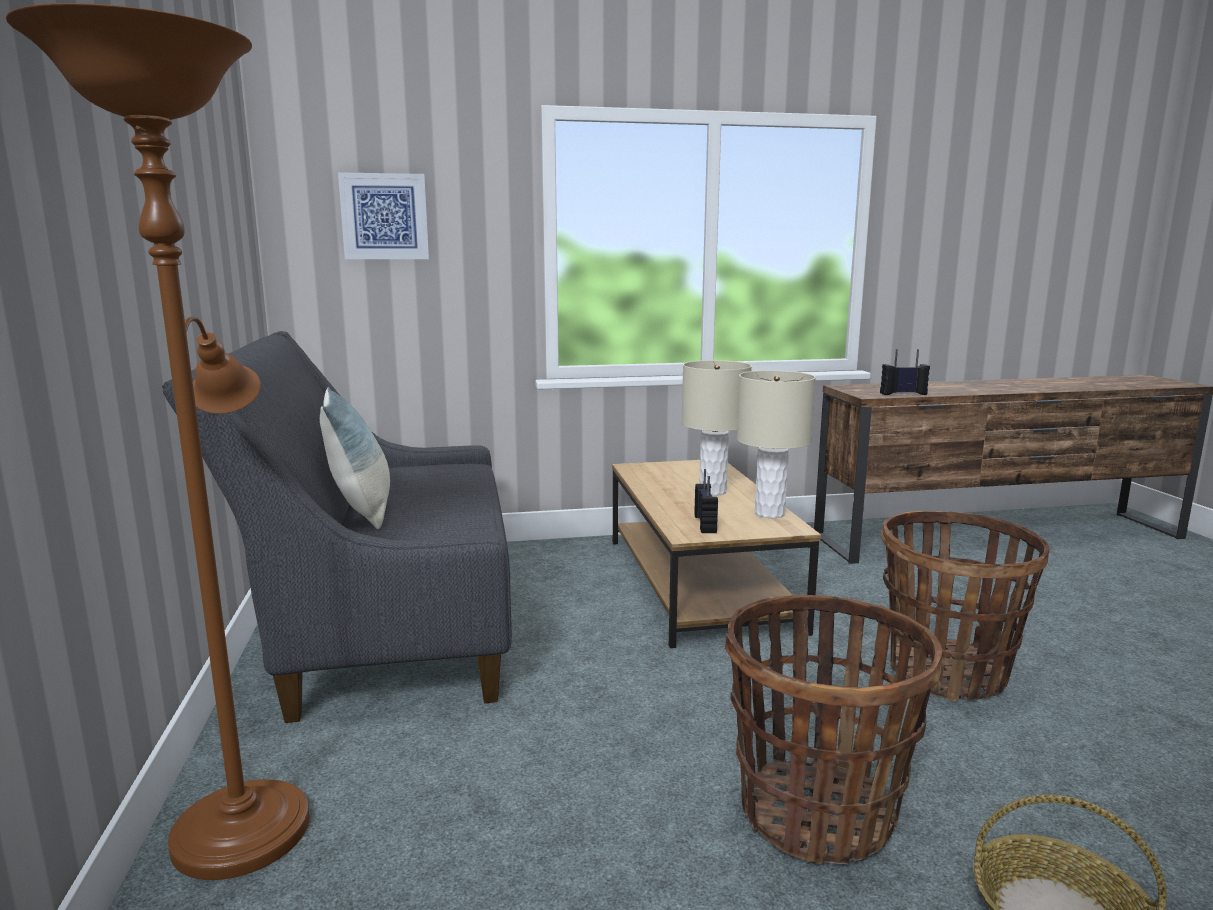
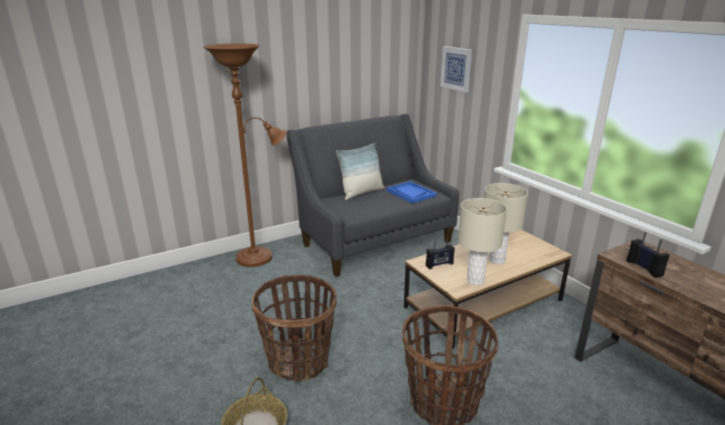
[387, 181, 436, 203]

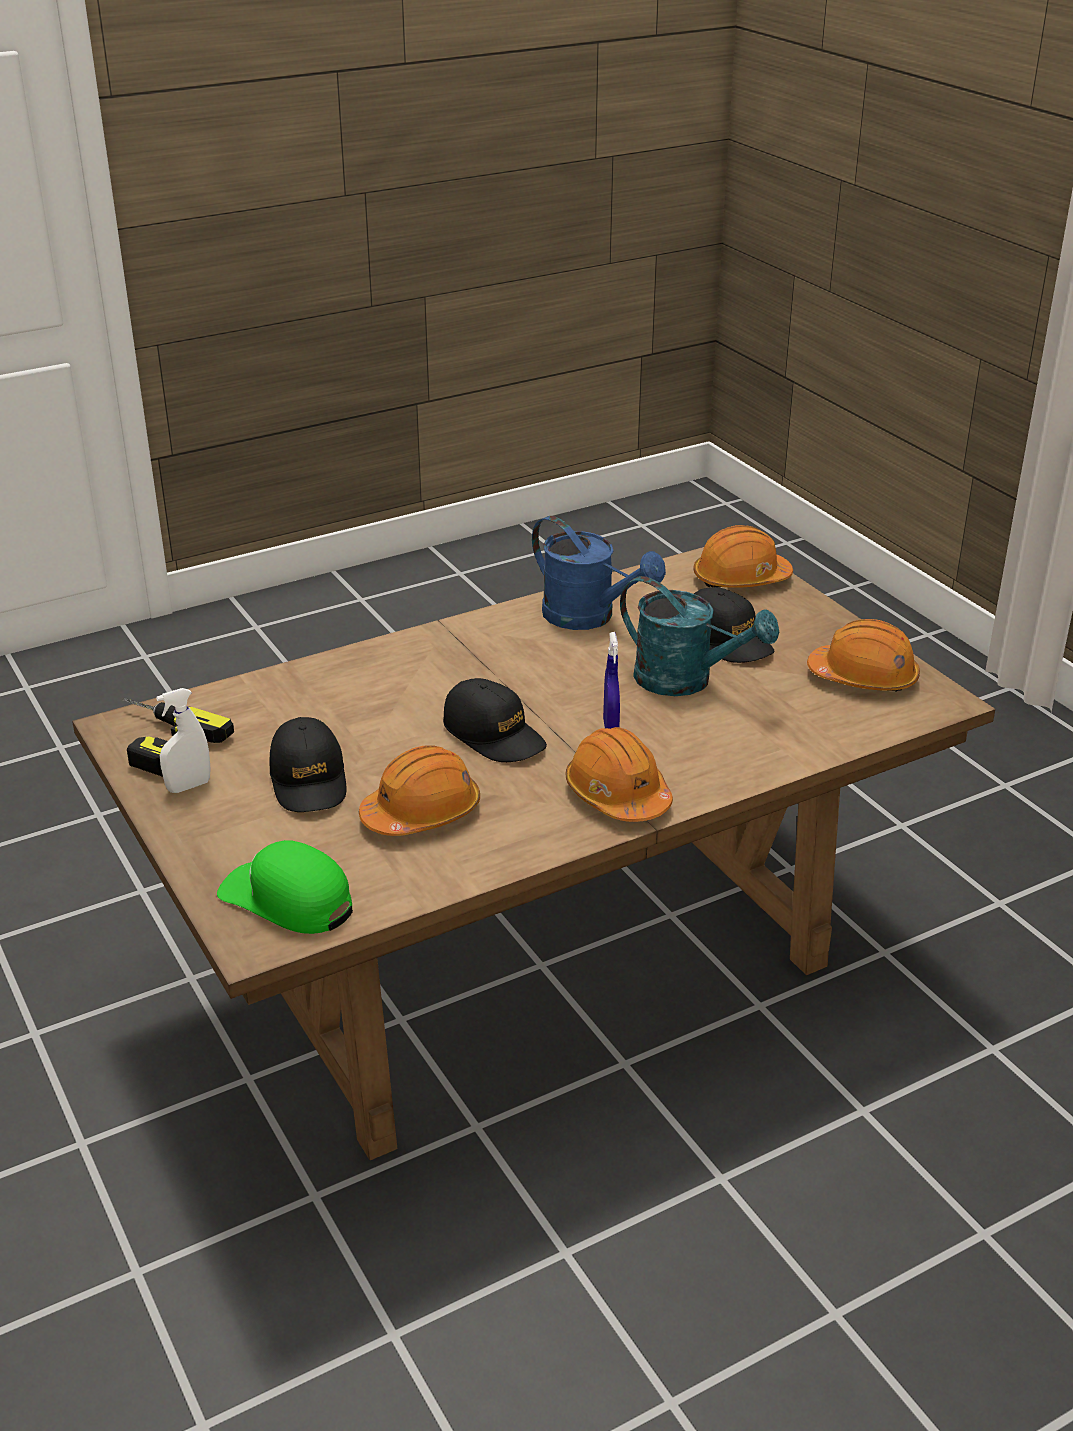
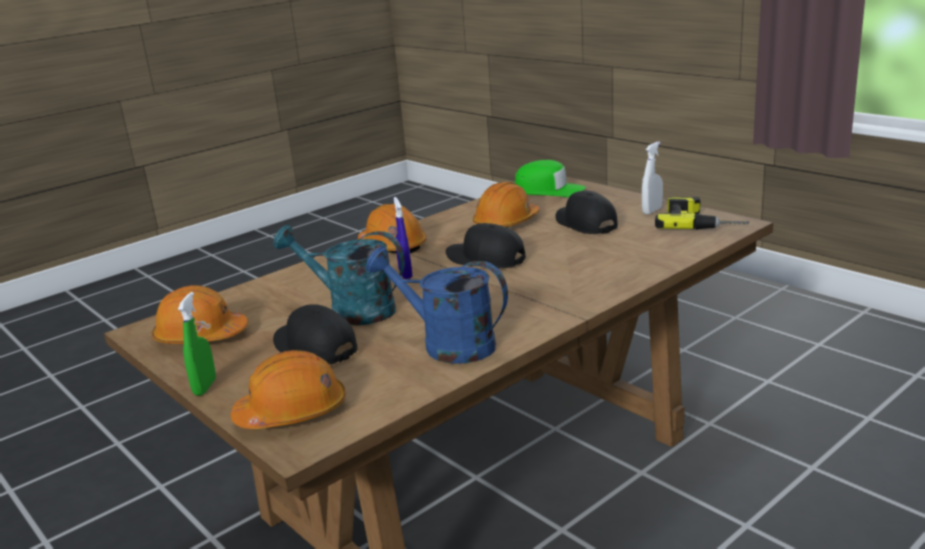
[178, 292, 216, 396]

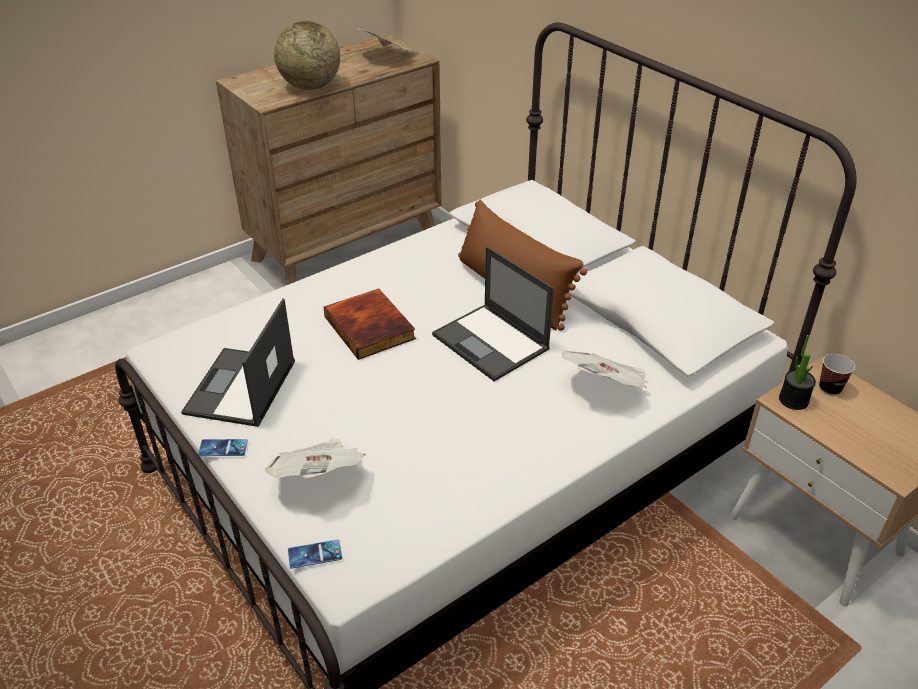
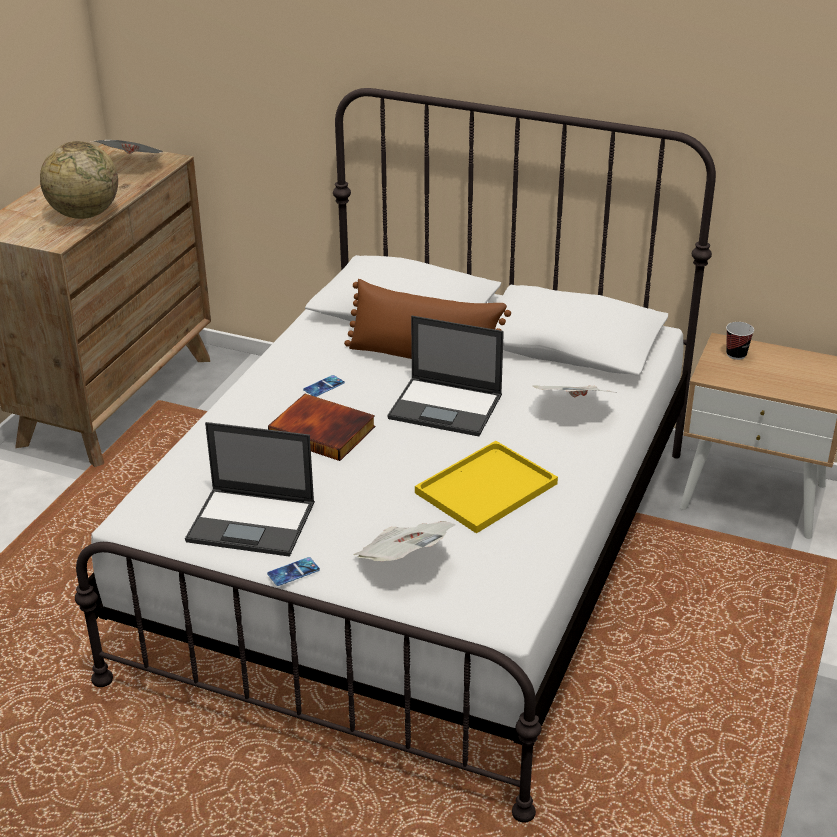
[185, 422, 315, 557]
[303, 375, 345, 397]
[415, 441, 558, 534]
[779, 335, 816, 410] (first image)

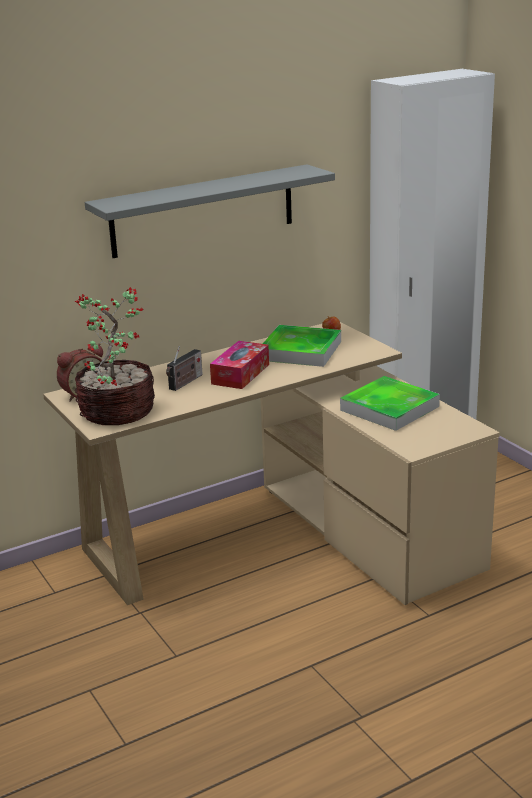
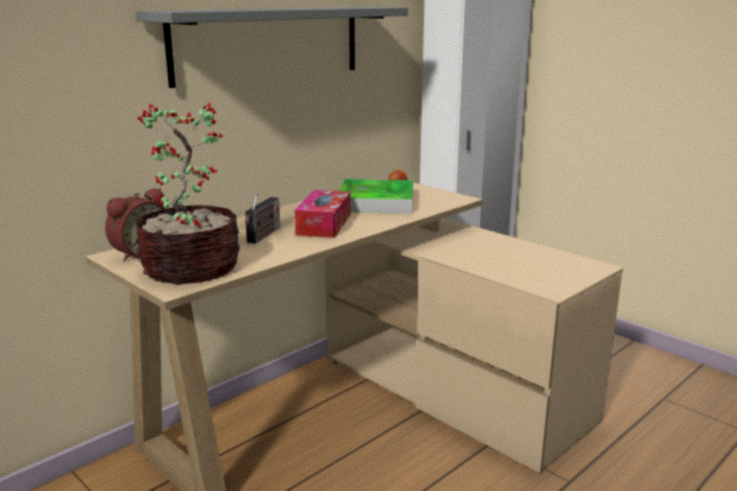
[340, 376, 440, 431] (first image)

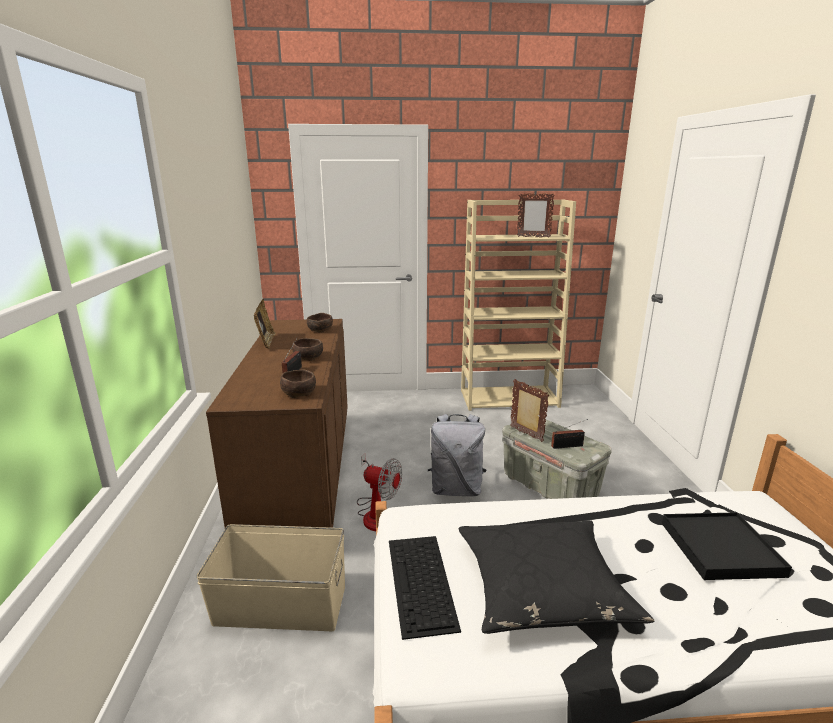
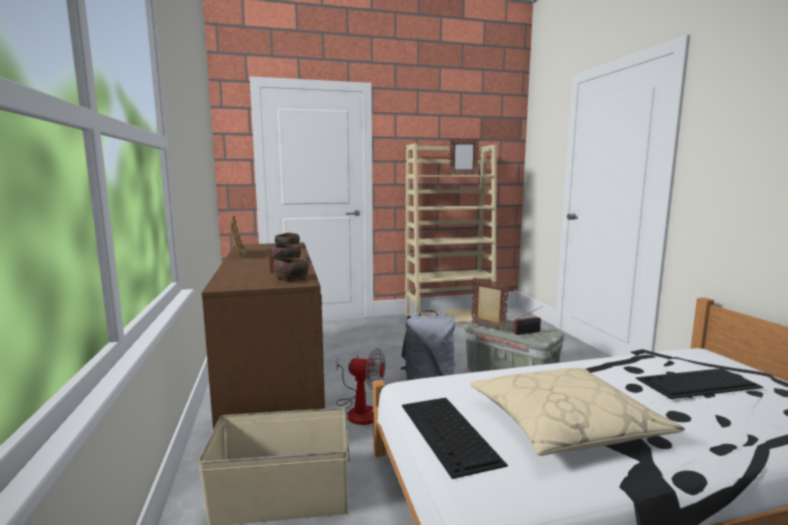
[470, 368, 685, 456]
[636, 368, 763, 399]

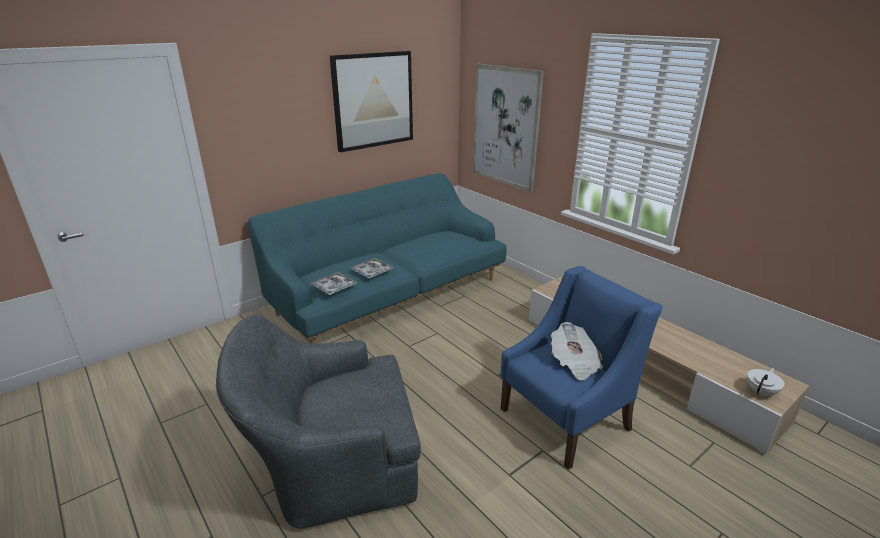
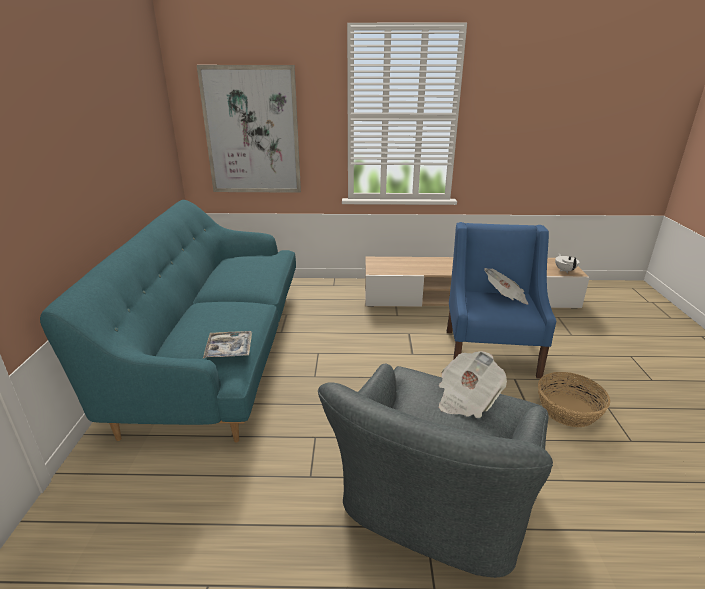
[439, 351, 507, 418]
[538, 372, 610, 427]
[330, 51, 413, 153] (first image)
[349, 258, 394, 279] (first image)

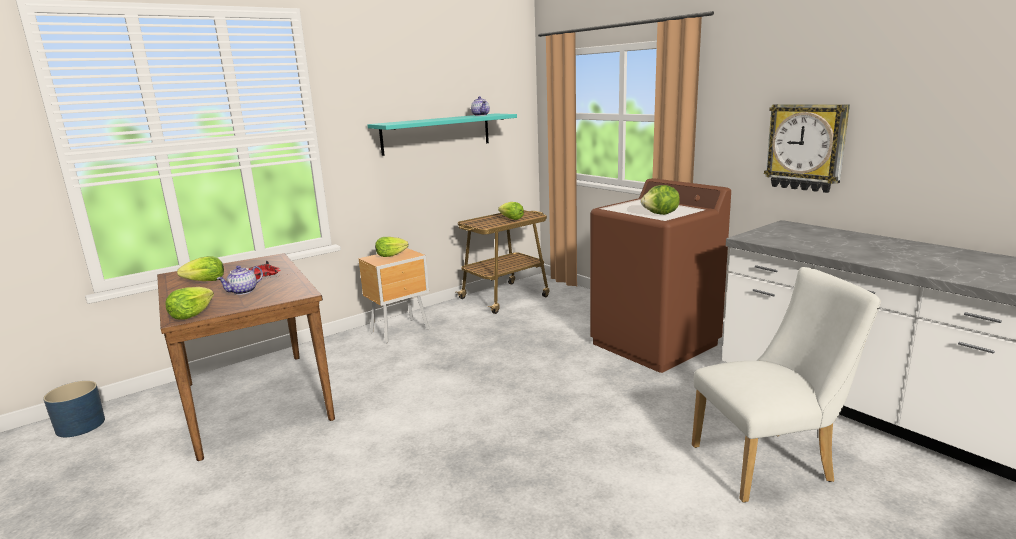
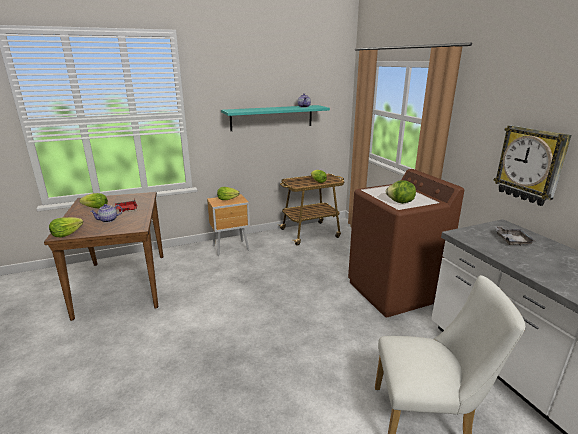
[494, 226, 536, 246]
[43, 381, 105, 437] (first image)

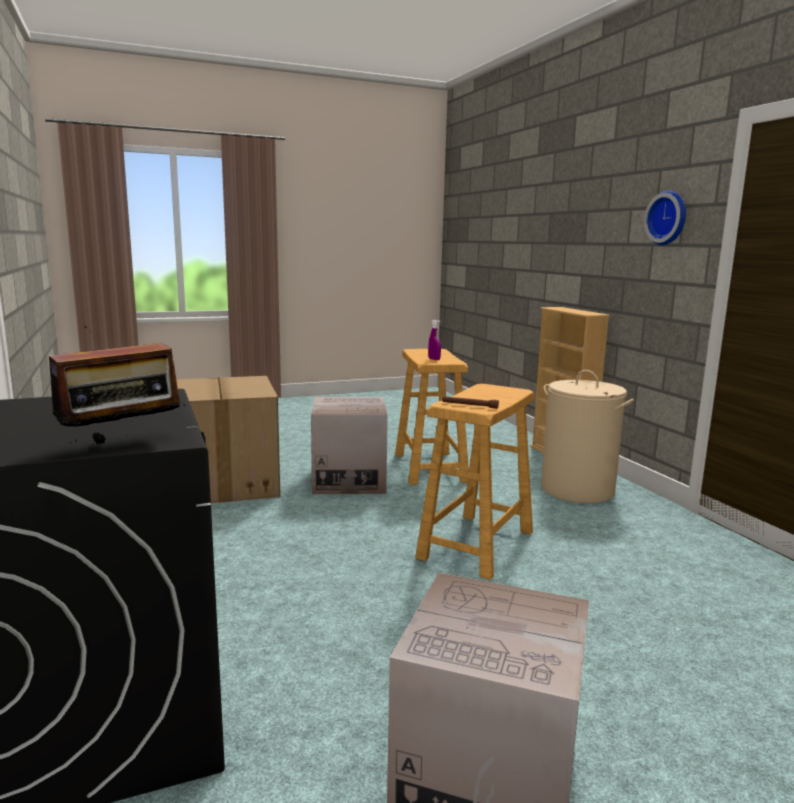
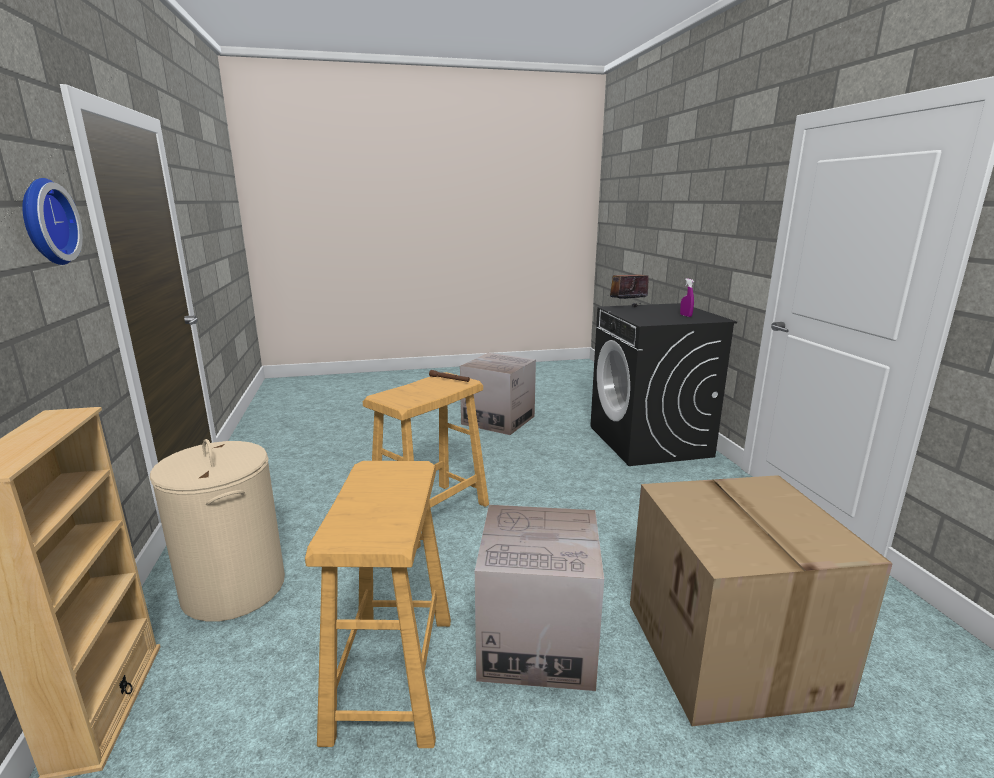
[680, 278, 694, 317]

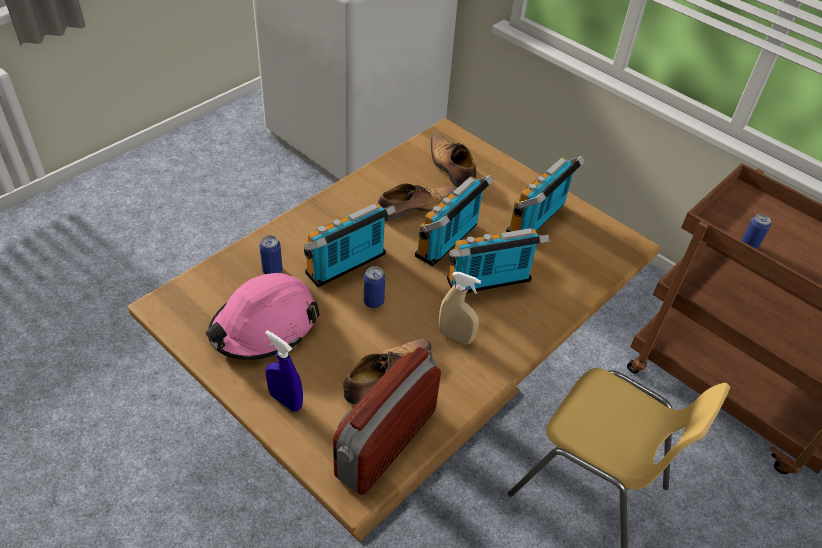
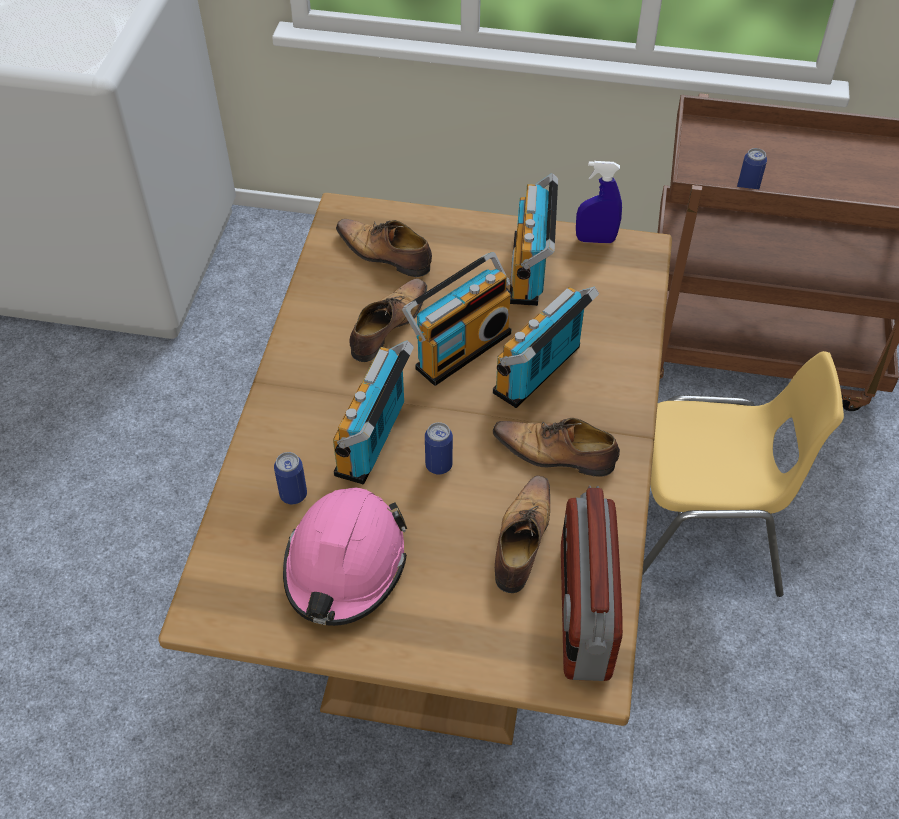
[402, 252, 512, 386]
[493, 418, 620, 477]
[576, 161, 622, 243]

